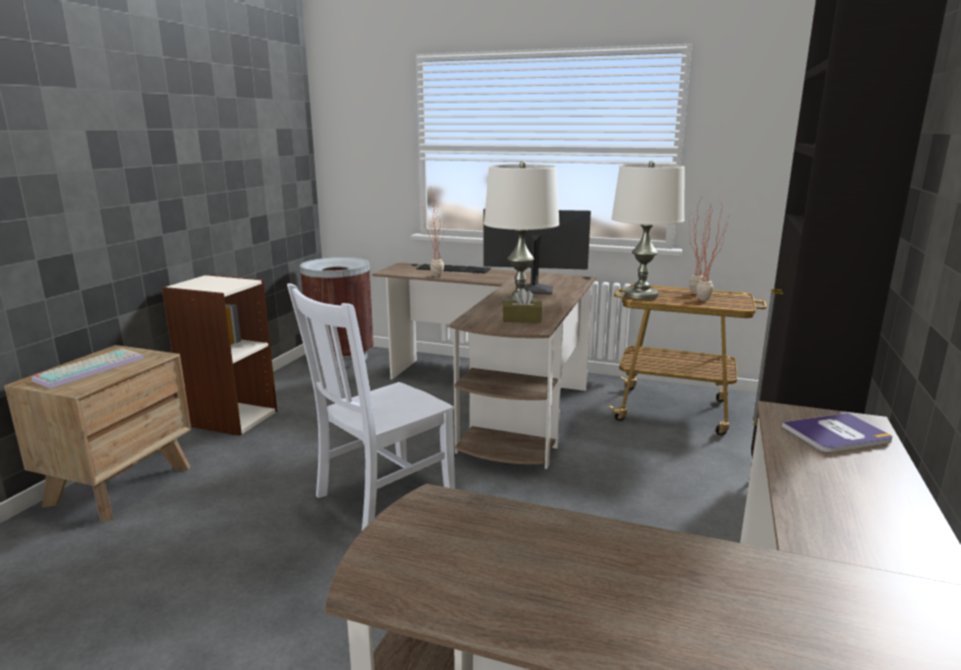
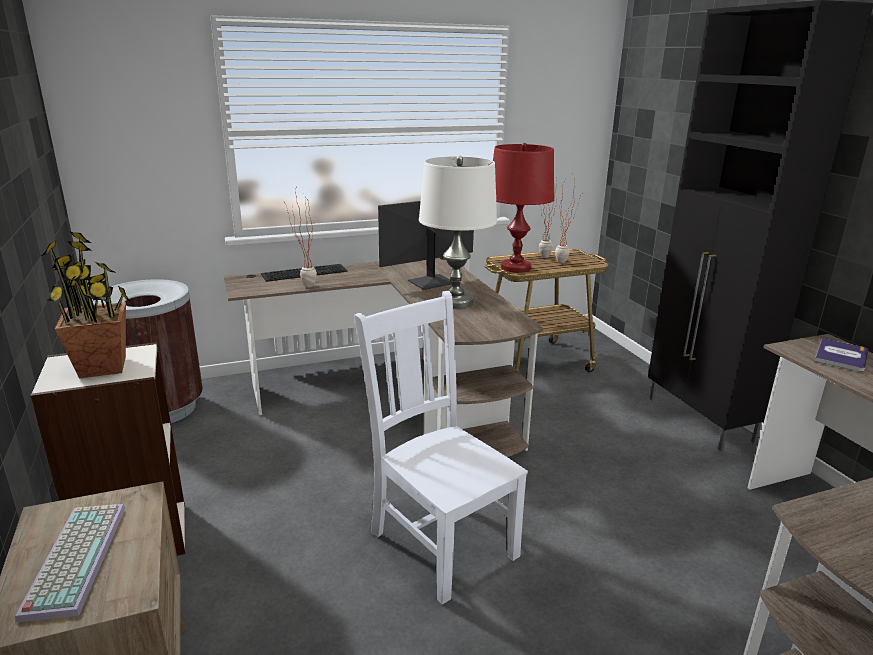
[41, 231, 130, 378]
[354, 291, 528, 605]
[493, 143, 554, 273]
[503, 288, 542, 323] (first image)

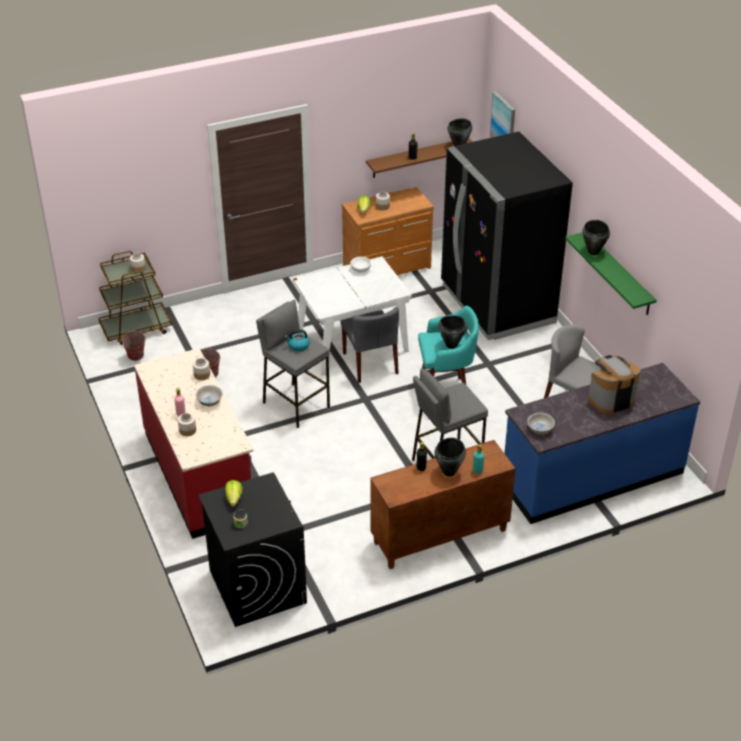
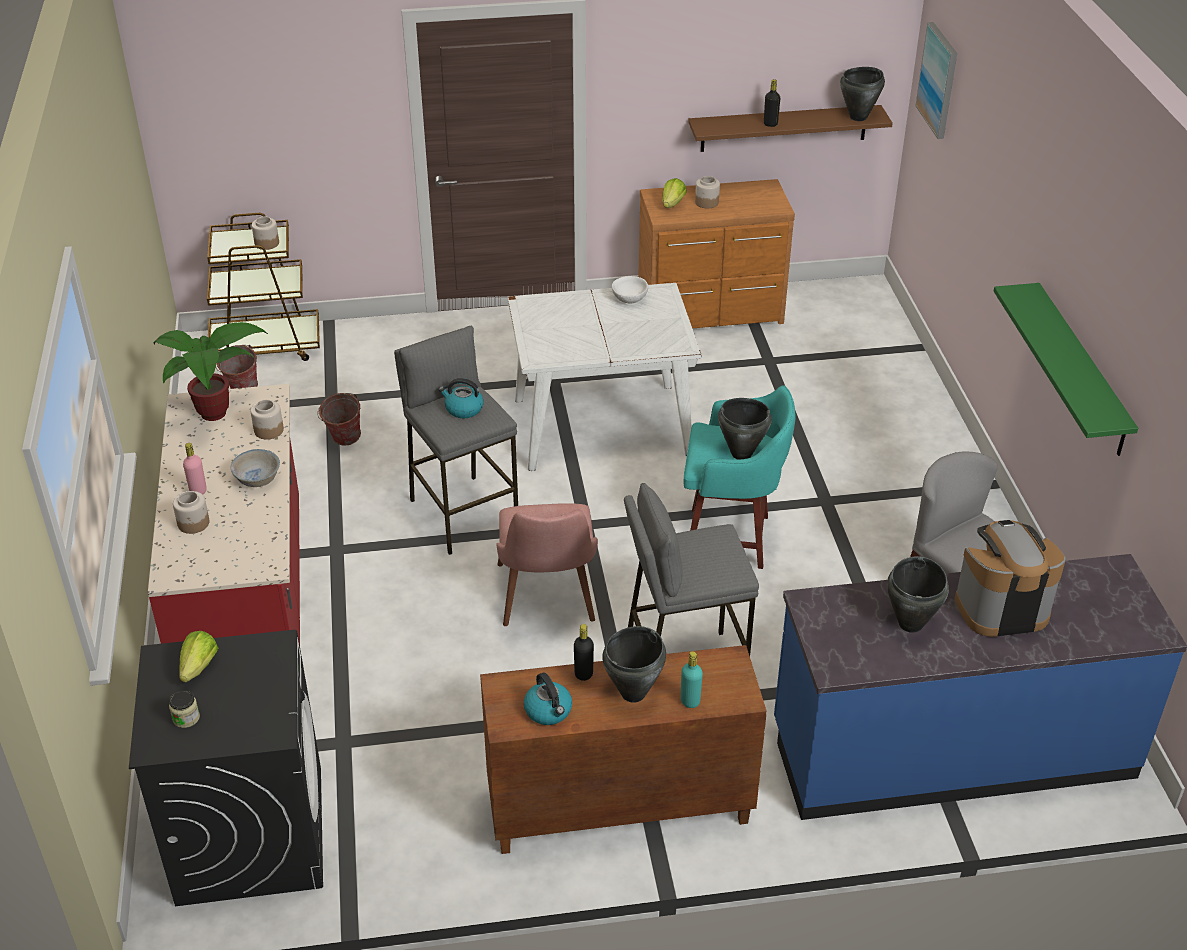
[154, 322, 268, 421]
[496, 503, 598, 626]
[524, 672, 572, 725]
[887, 556, 949, 633]
[341, 307, 399, 383] (first image)
[441, 132, 573, 340] (first image)
[527, 412, 555, 435] (first image)

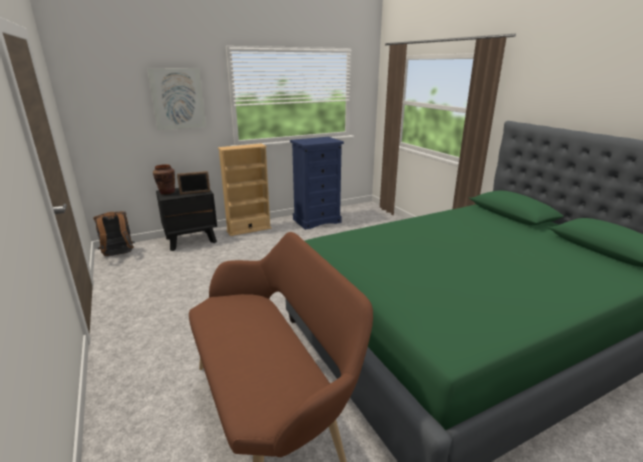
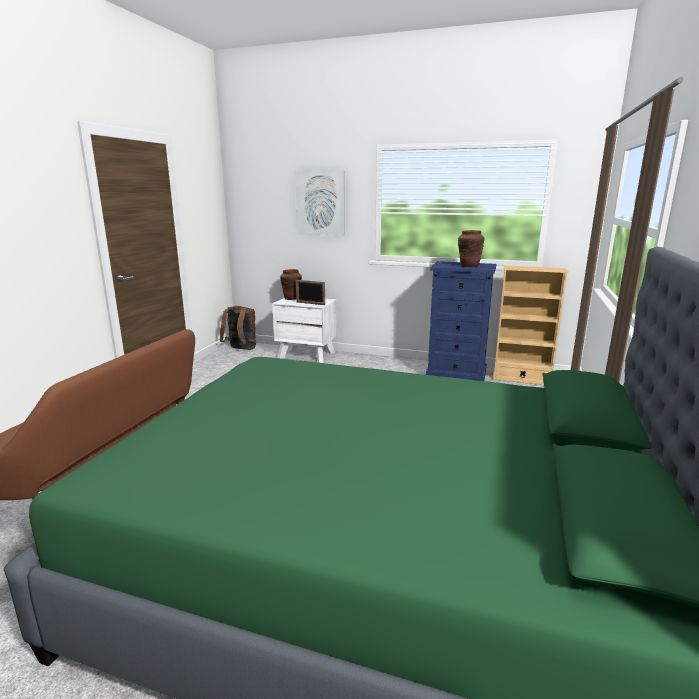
[272, 298, 337, 363]
[458, 230, 485, 267]
[493, 266, 569, 385]

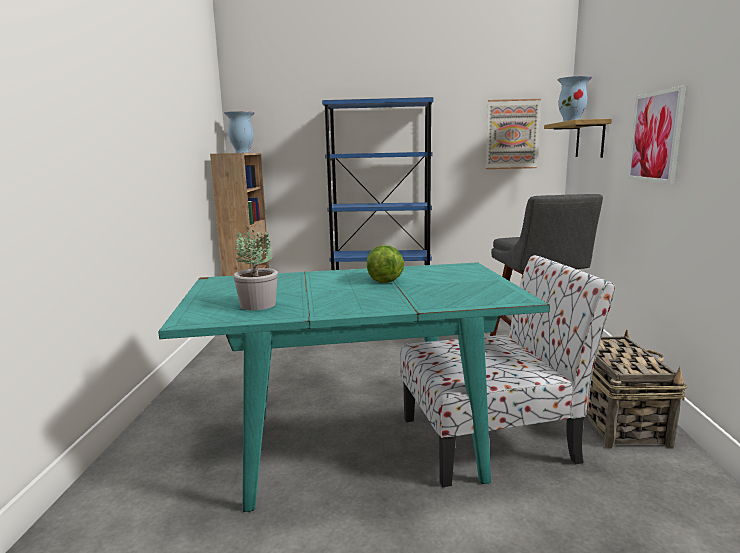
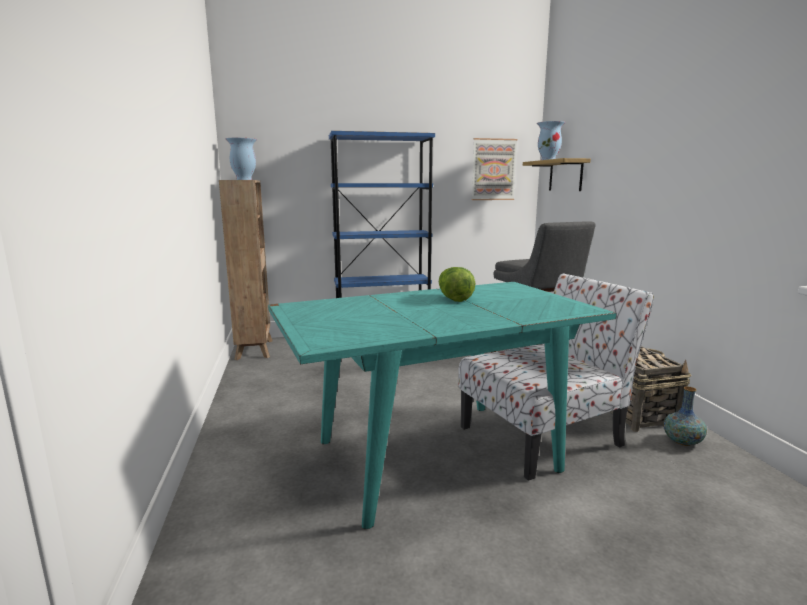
[663, 386, 707, 446]
[233, 227, 278, 310] (first image)
[628, 86, 686, 184] (first image)

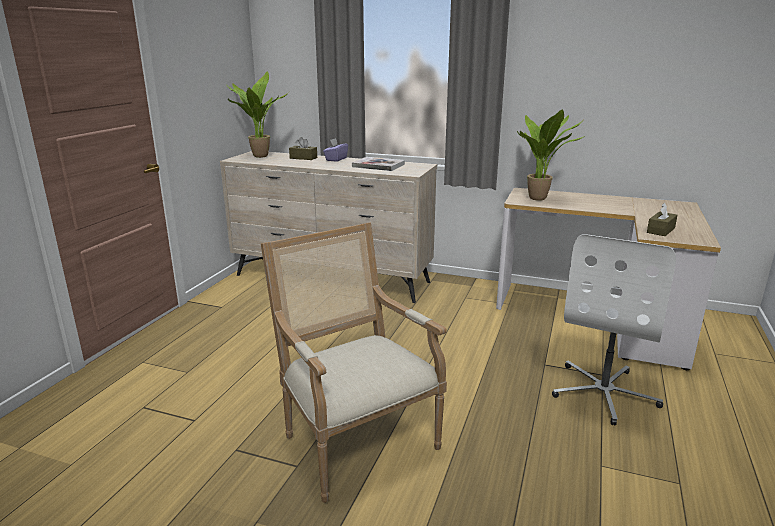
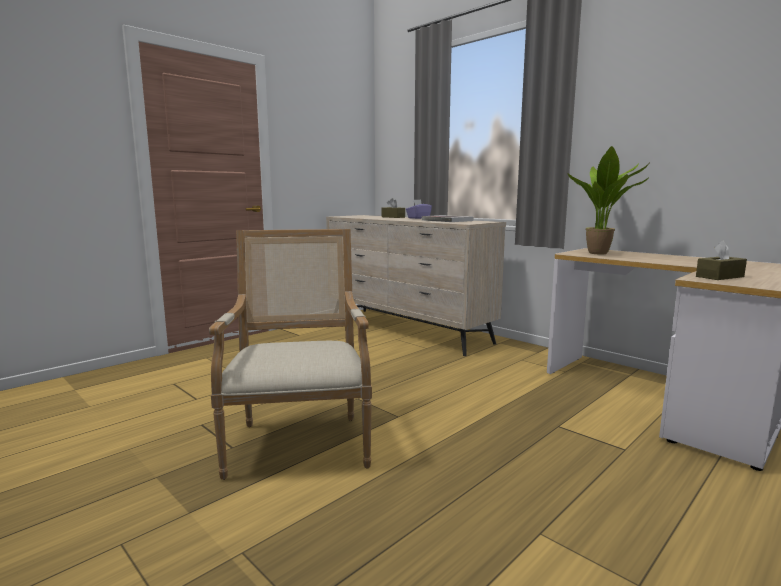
[226, 71, 289, 158] (first image)
[552, 234, 676, 425] (first image)

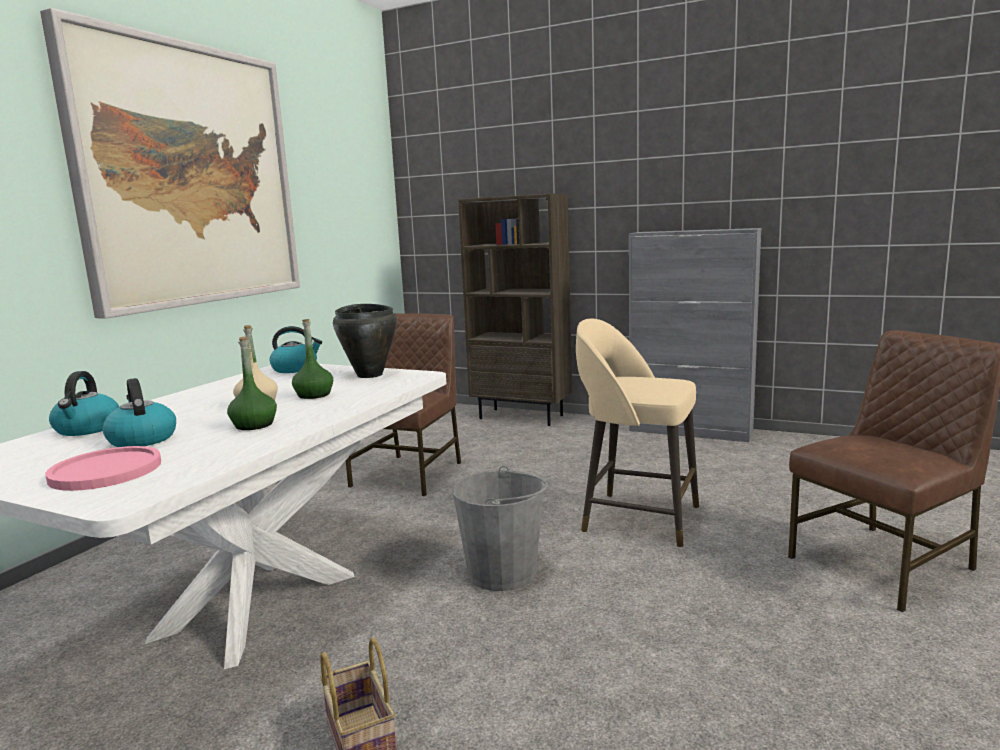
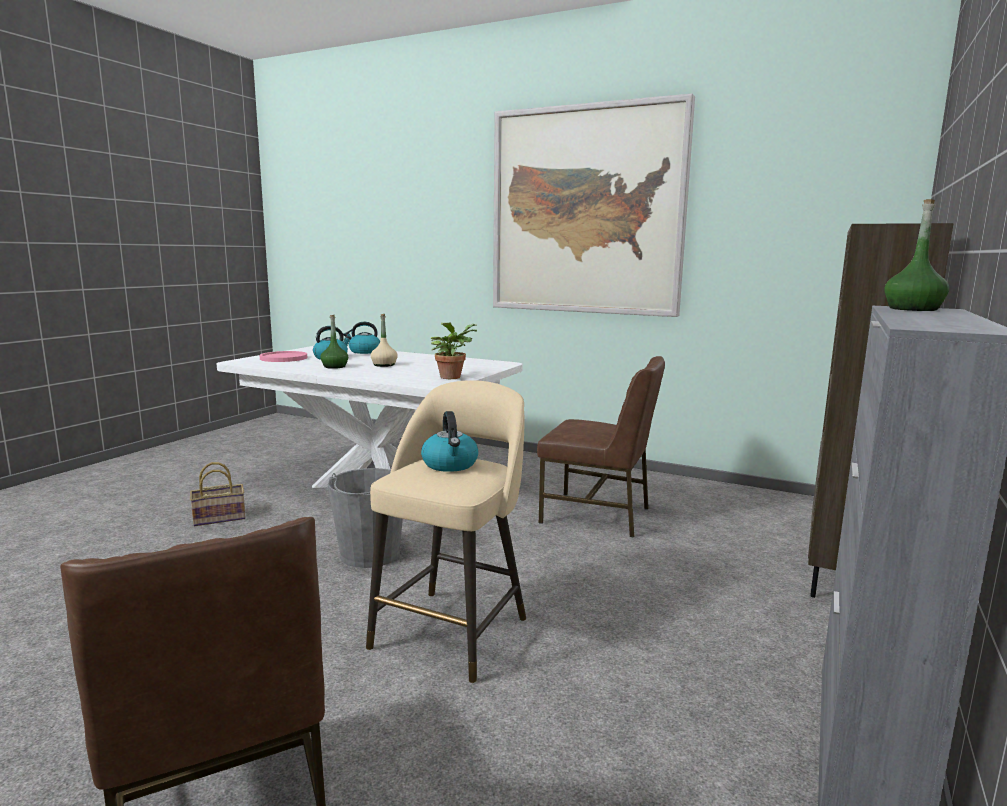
[421, 411, 478, 472]
[430, 322, 477, 379]
[884, 199, 949, 311]

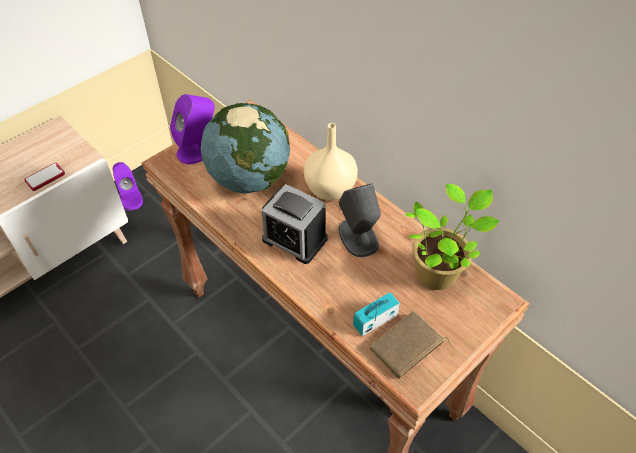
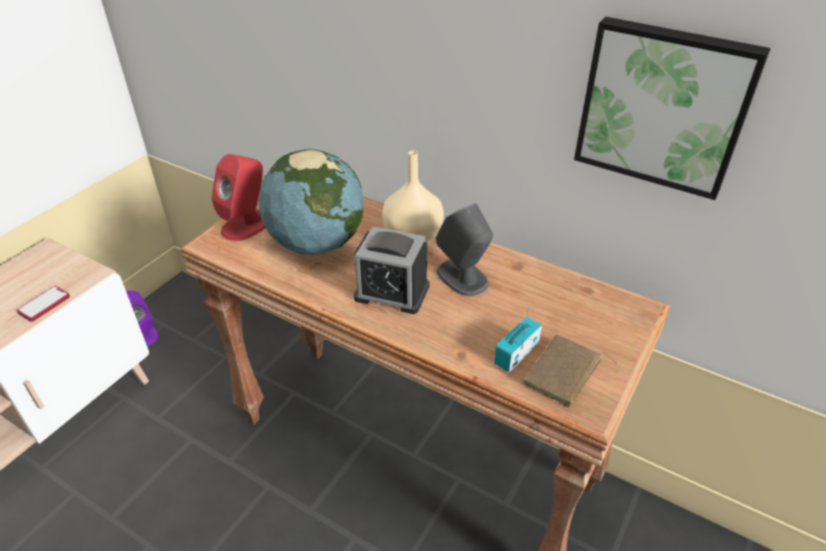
[212, 154, 266, 241]
[574, 17, 771, 200]
[405, 184, 500, 290] (first image)

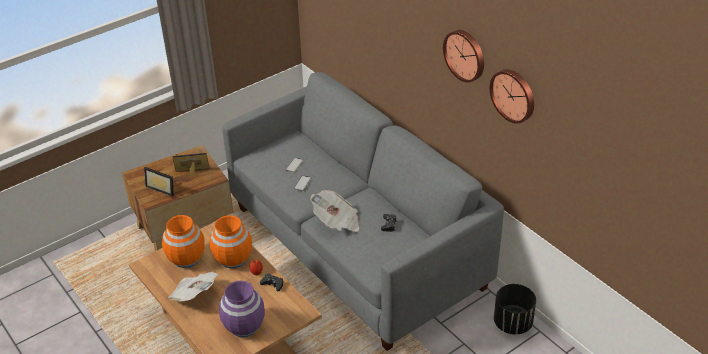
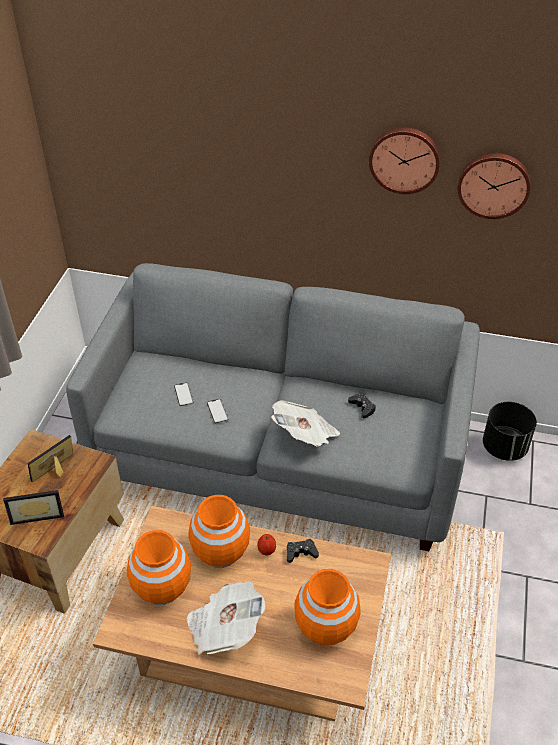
[294, 569, 361, 645]

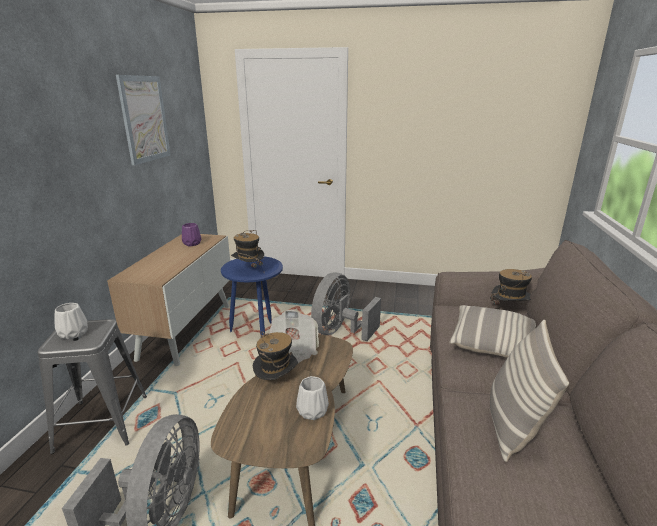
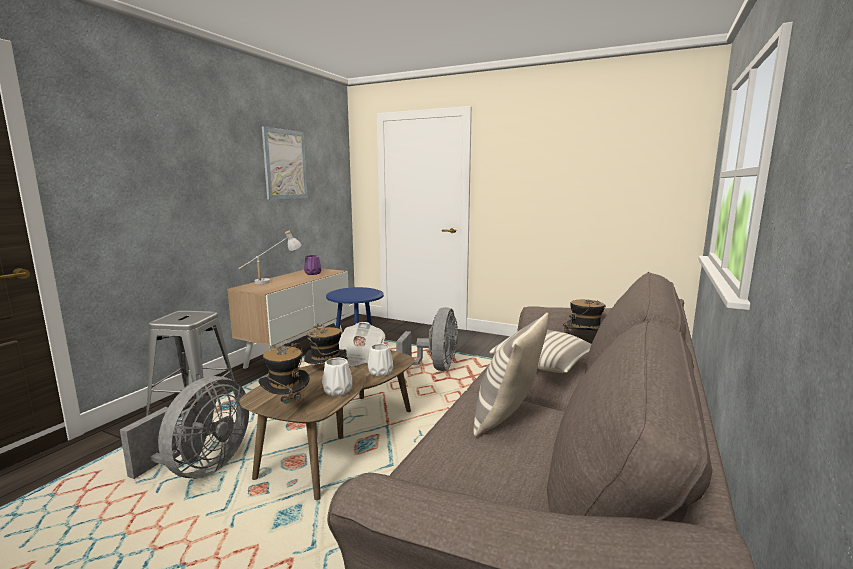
[238, 231, 301, 284]
[259, 343, 310, 413]
[368, 344, 393, 377]
[396, 307, 458, 373]

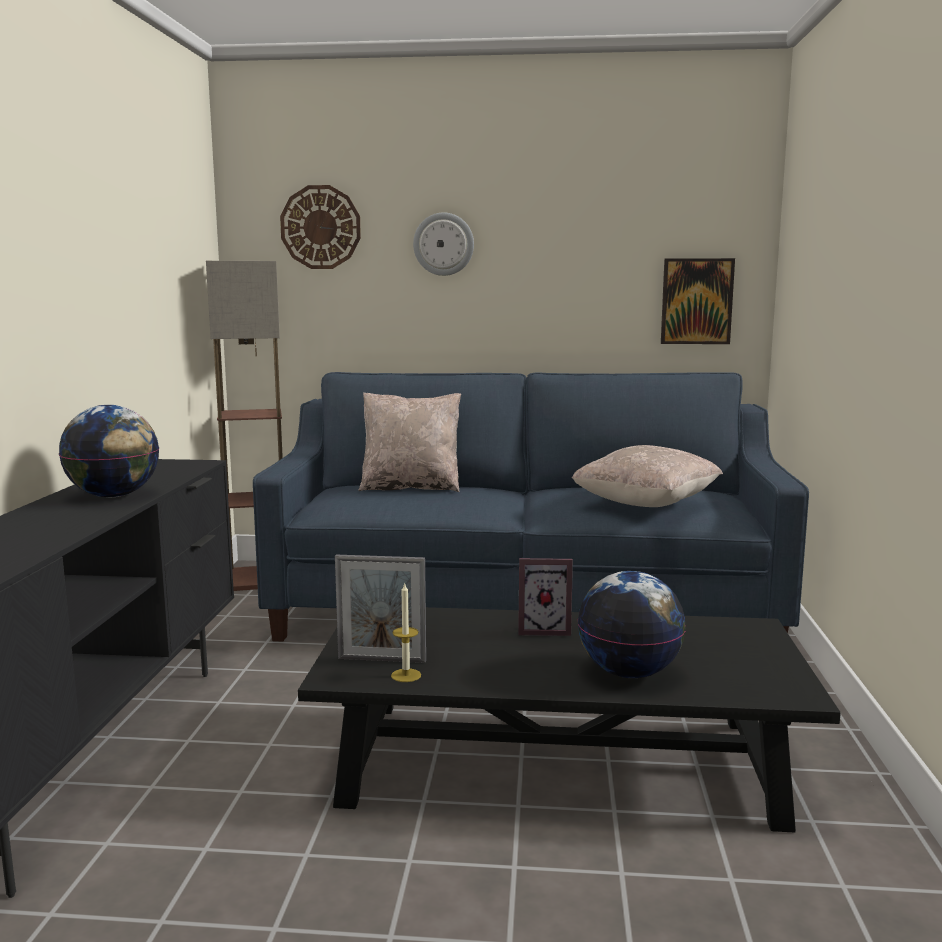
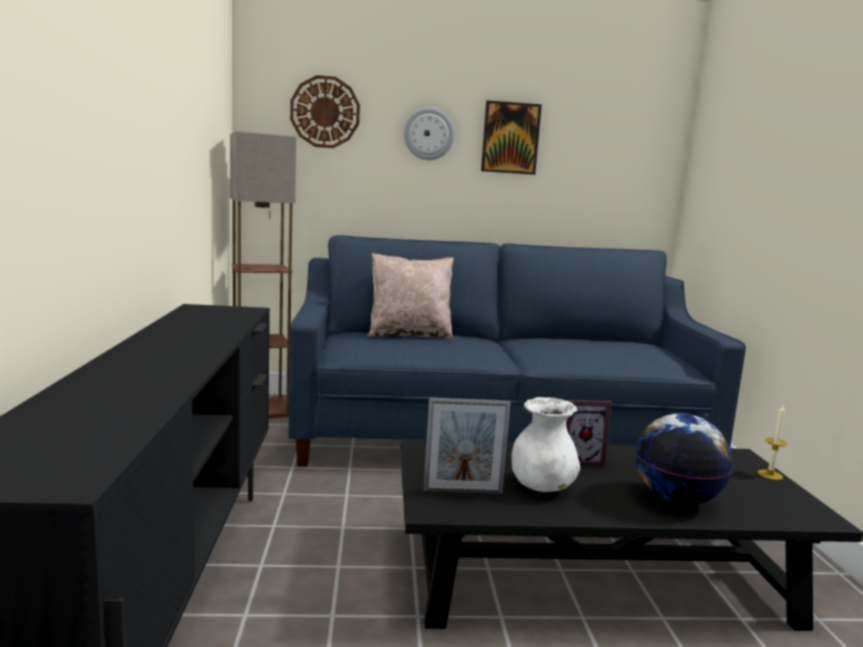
[481, 100, 542, 175]
[511, 397, 580, 492]
[758, 405, 787, 480]
[59, 405, 159, 497] (first image)
[572, 445, 723, 507] (first image)

